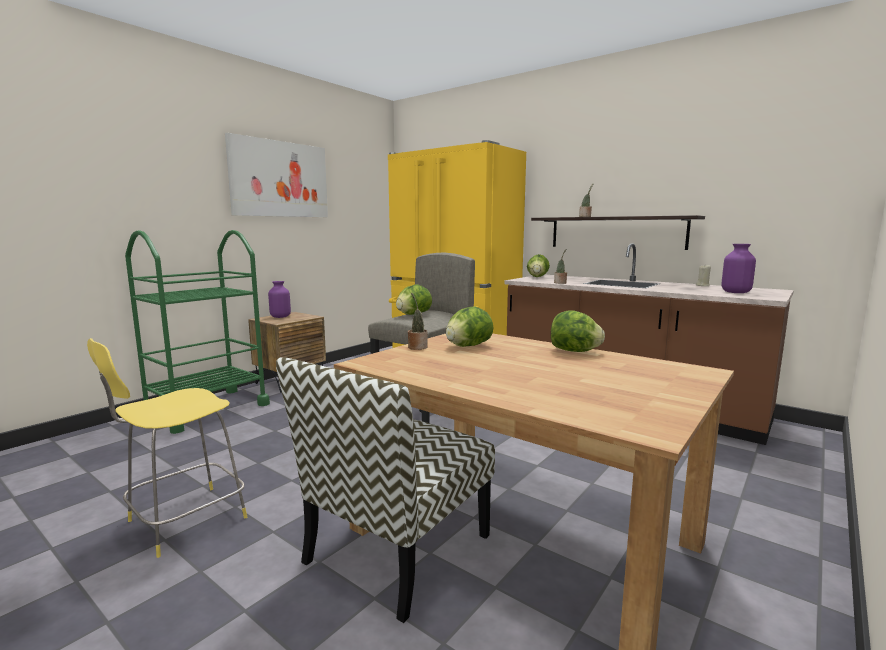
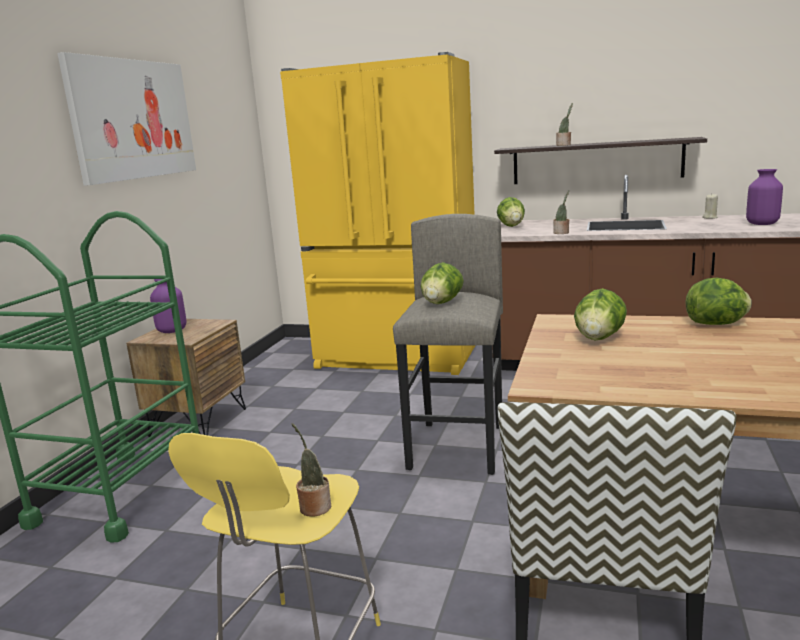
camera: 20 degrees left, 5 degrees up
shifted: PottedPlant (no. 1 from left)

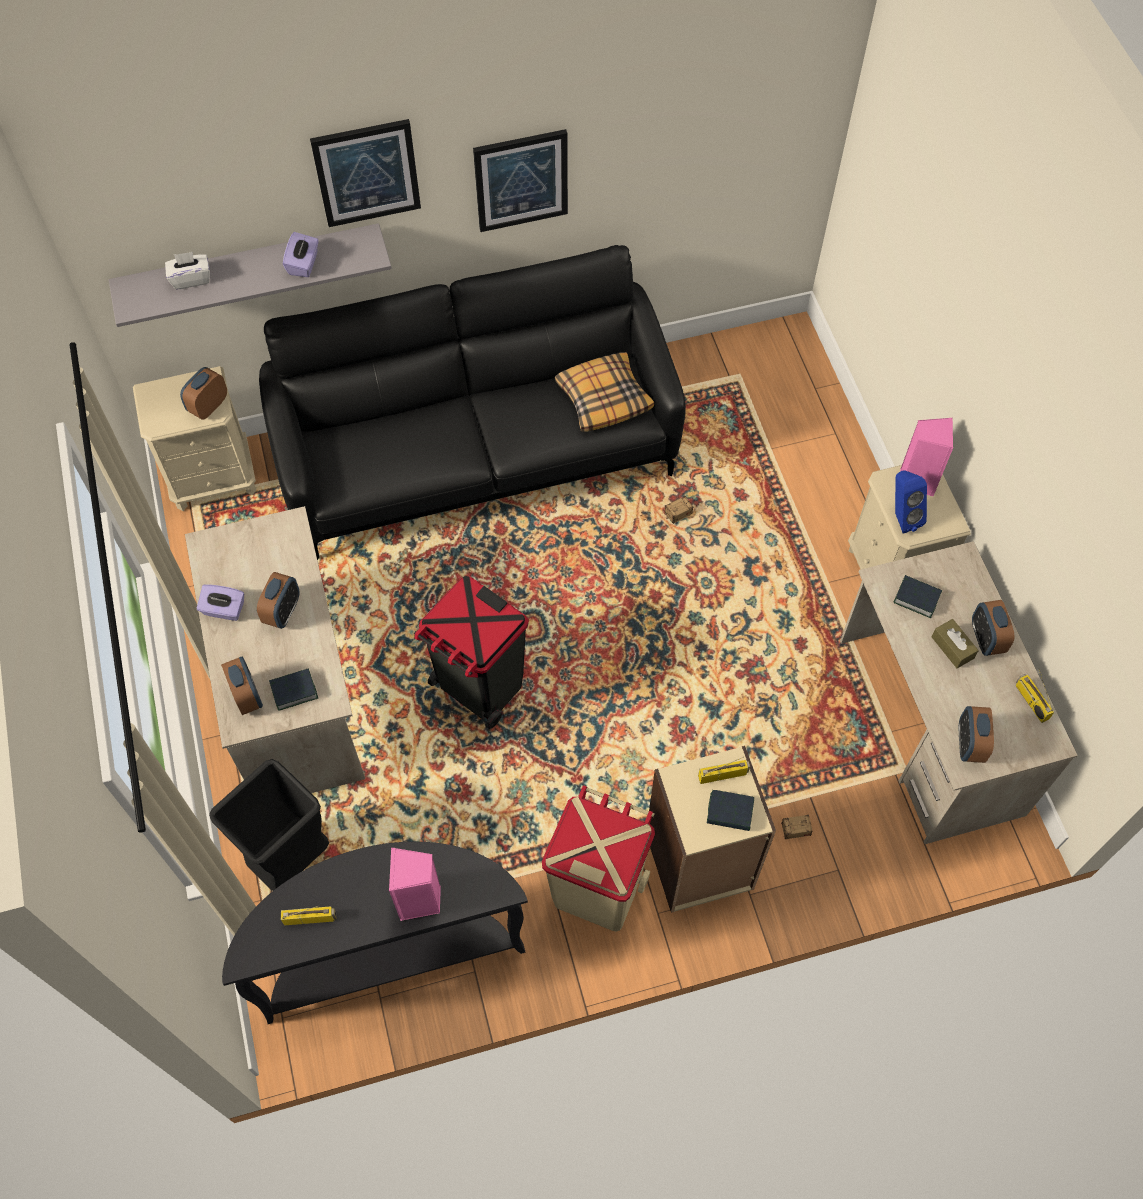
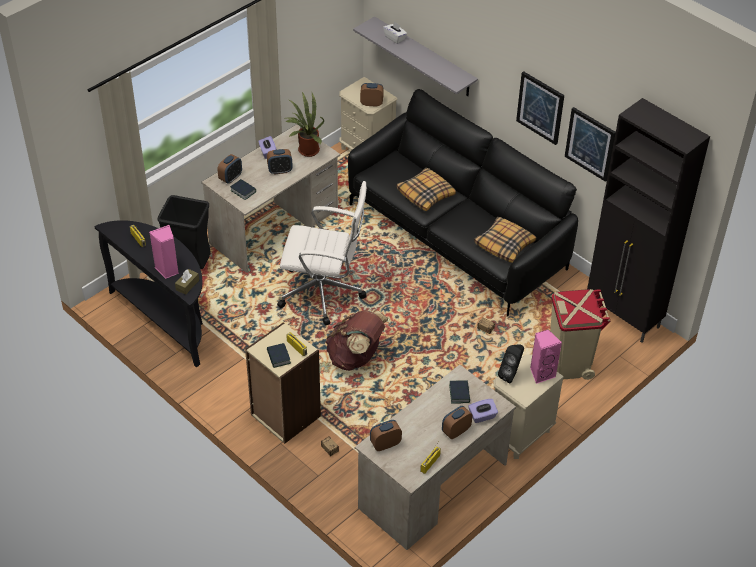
camera: 60 degrees right, 15 degrees down
new: PottedPlant; BlackCabinet; Pillow (no. 1 from left); BrownBackpack
shifted: Picture (no. 1 from left in the first image) to Picture (no. 2 from left); PurpleTissueBox (no. 2 from left); BrownTissueBox; BeigeTrashCan
swapped: BlackTrashCan (no. 2 from left) to WhiteOfficeChair
repainted: BlueSpeaker to BlackSpeaker

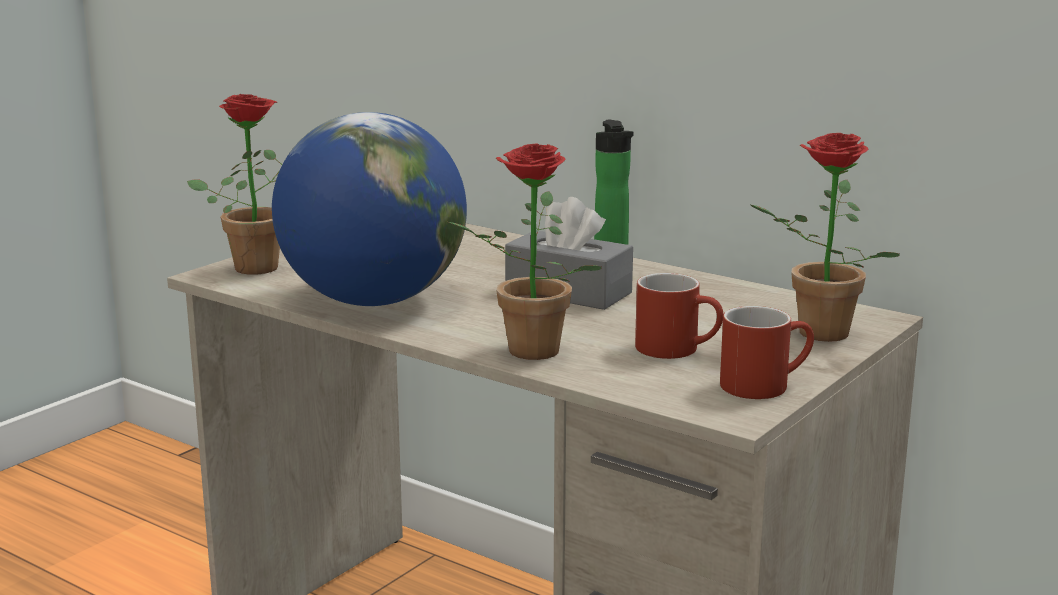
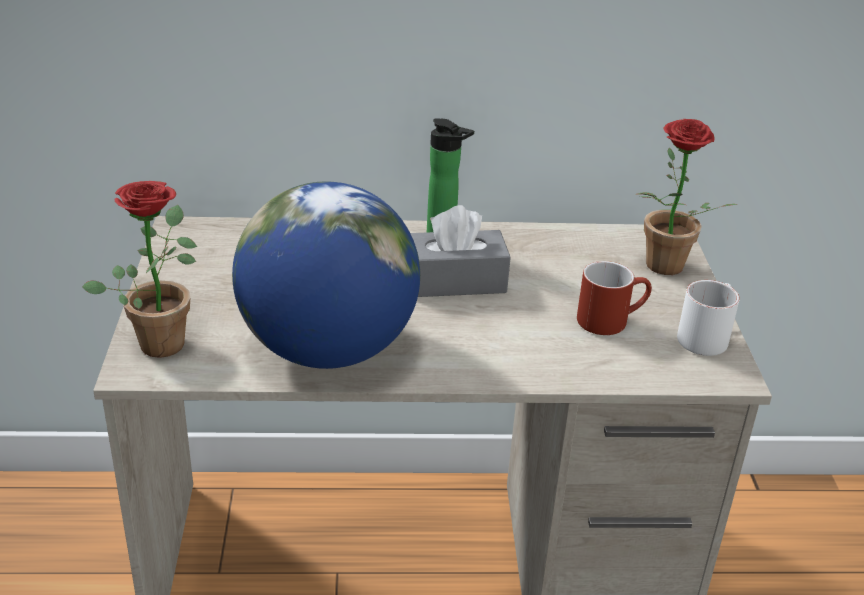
camera: 40 degrees left, 15 degrees up
gone: PottedPlant (no. 2 from left)
repainted: RedMug (no. 2 from left) to WhiteMug

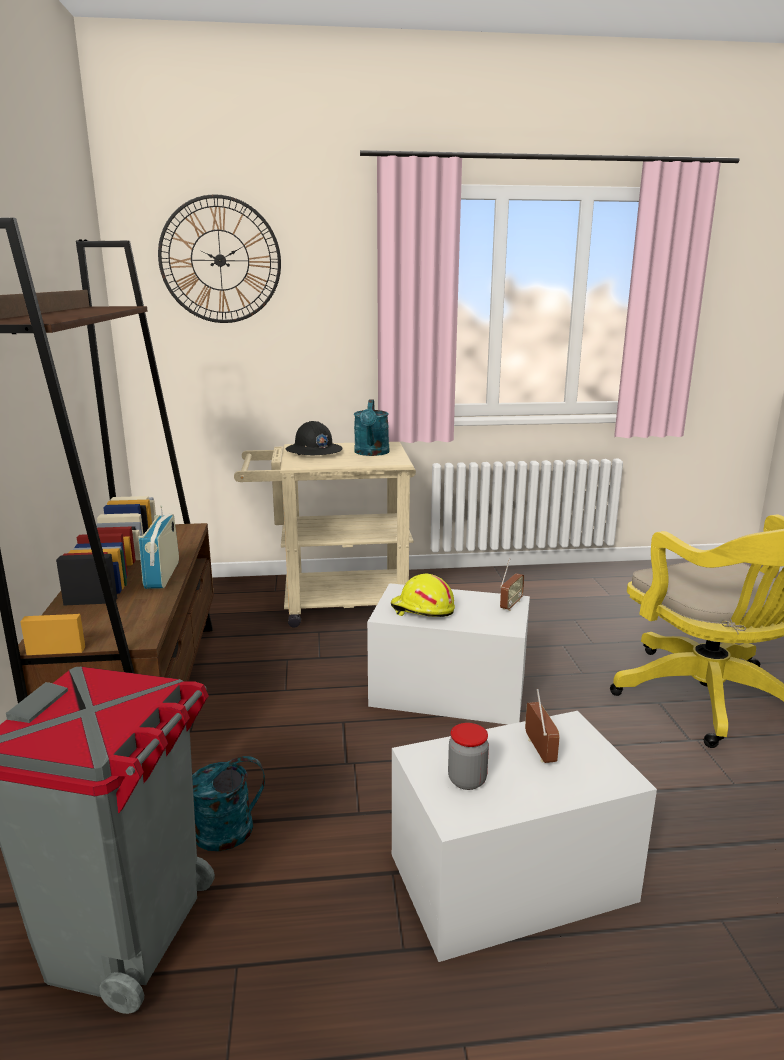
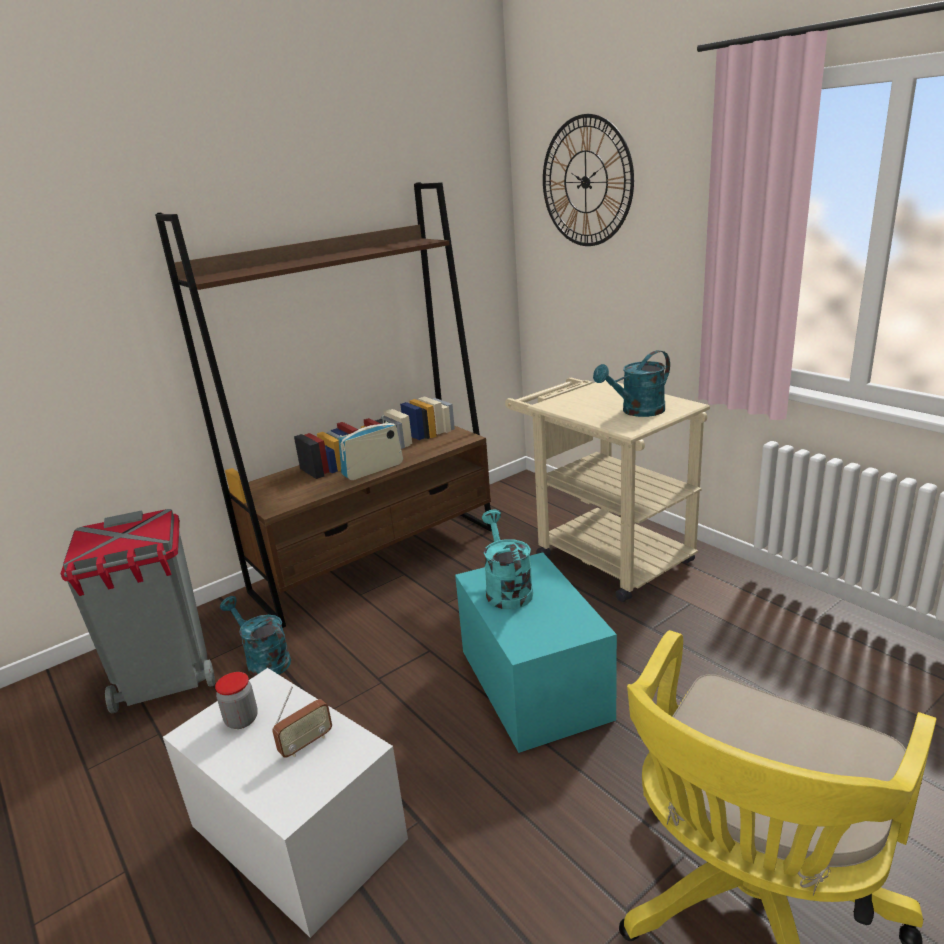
camera: 60 degrees right, 5 degrees up
gone: BlackHardHat; Radio (no. 2 from left)
swapped: YellowHardHat to TurquoiseWateringCan (no. 2 from left)
repainted: WhiteStorageBox (no. 1 from left) to TurquoiseStorageBox

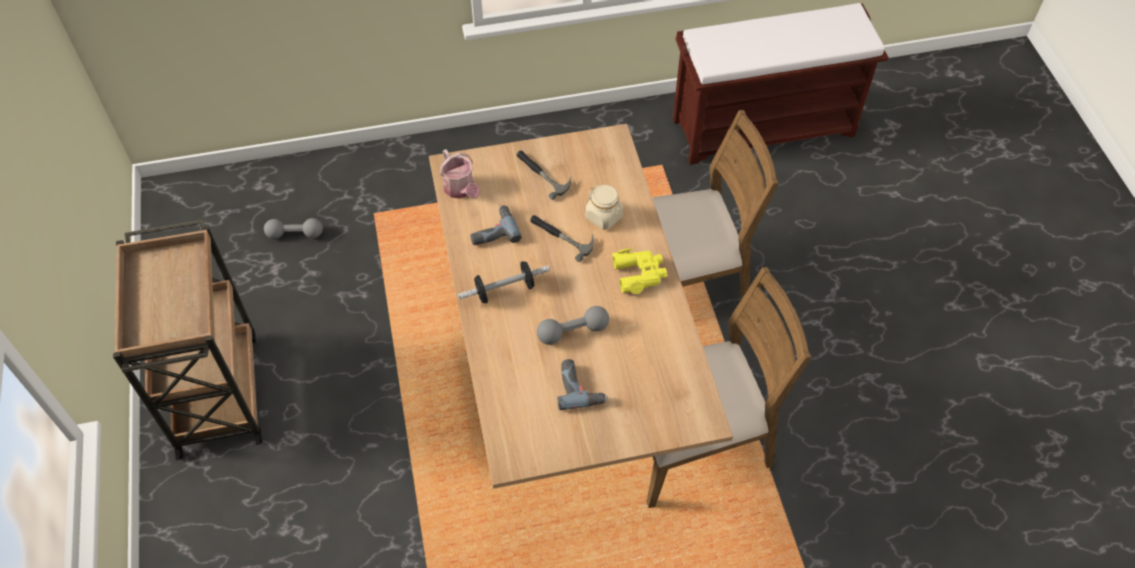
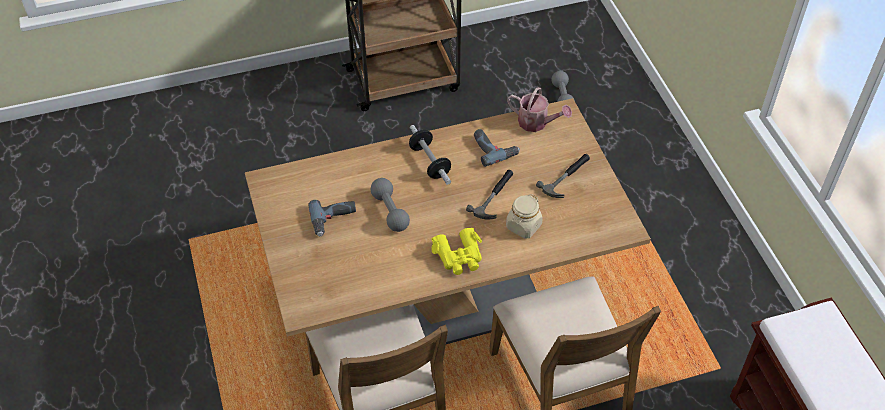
camera: 85 degrees right, 5 degrees down
rotated: WateringCan 120 degrees counterclockwise

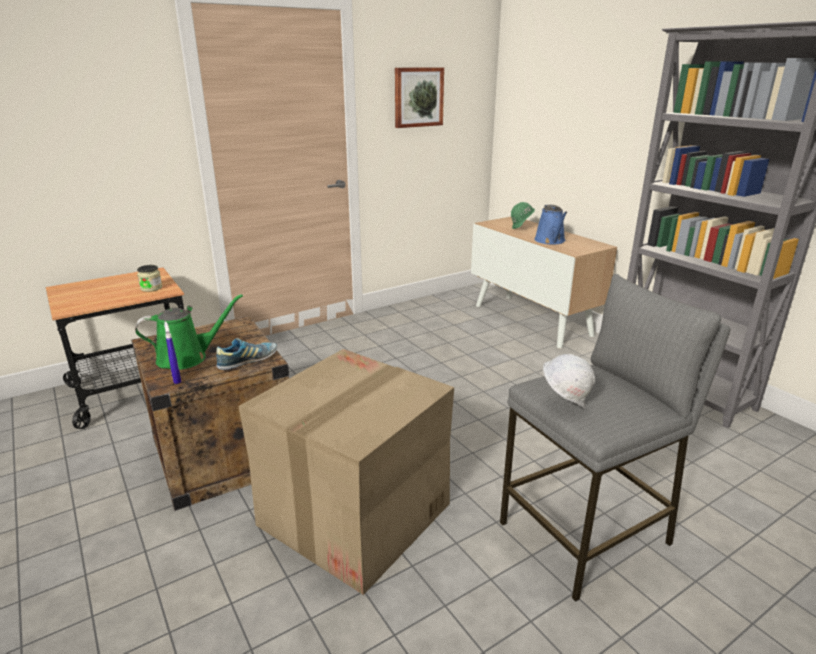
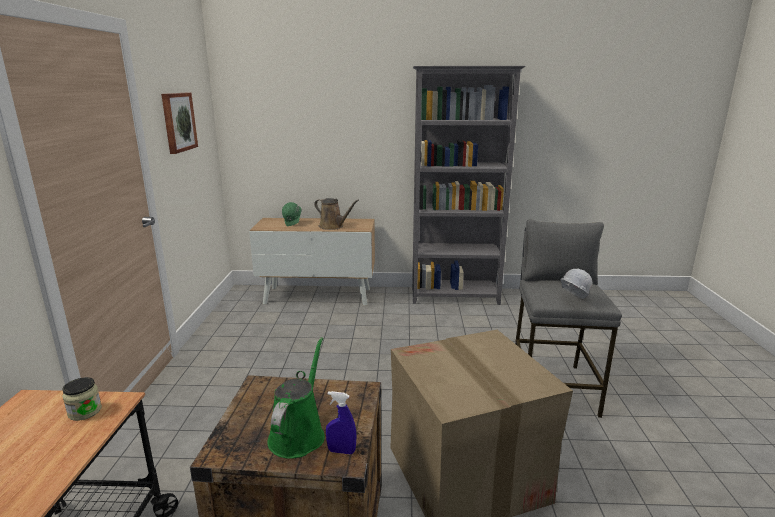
camera: 55 degrees left, 5 degrees down
gone: Shoe
repainted: BlueWateringCan to BrownWateringCan

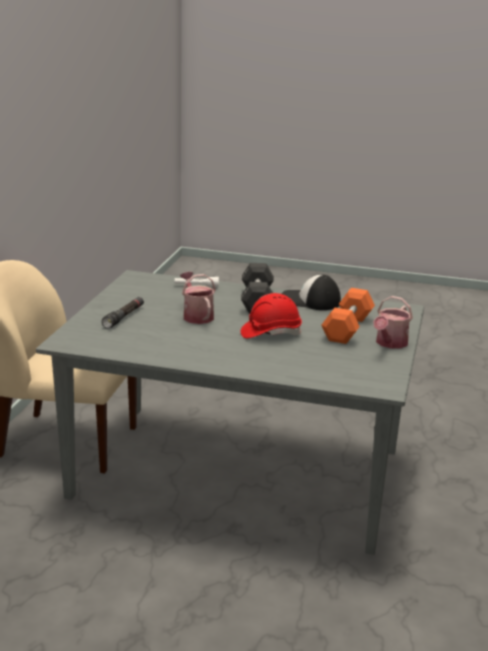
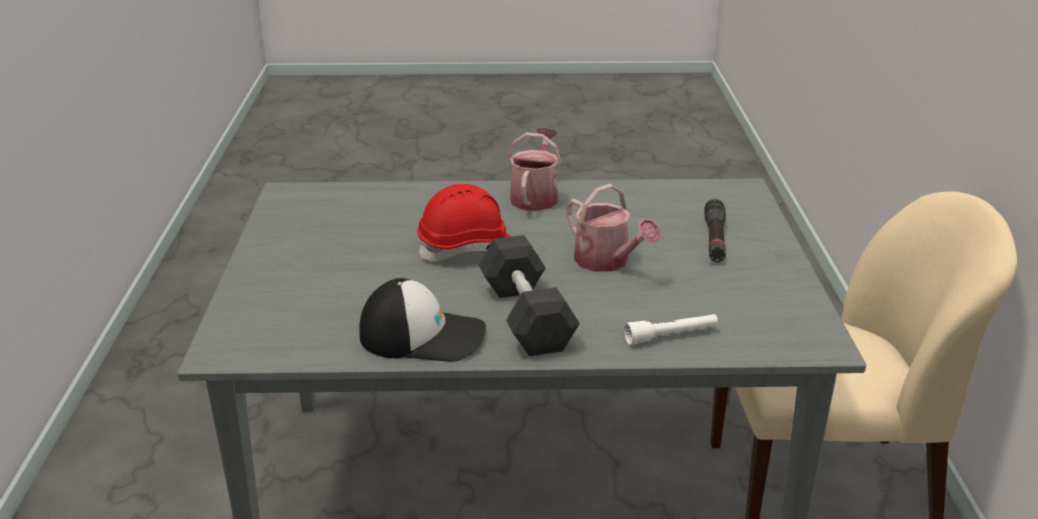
camera: 165 degrees right, 5 degrees up
gone: OrangeDumbbell
shifted: WateringCan (no. 2 from left in the first image) to WateringCan (no. 1 from left)

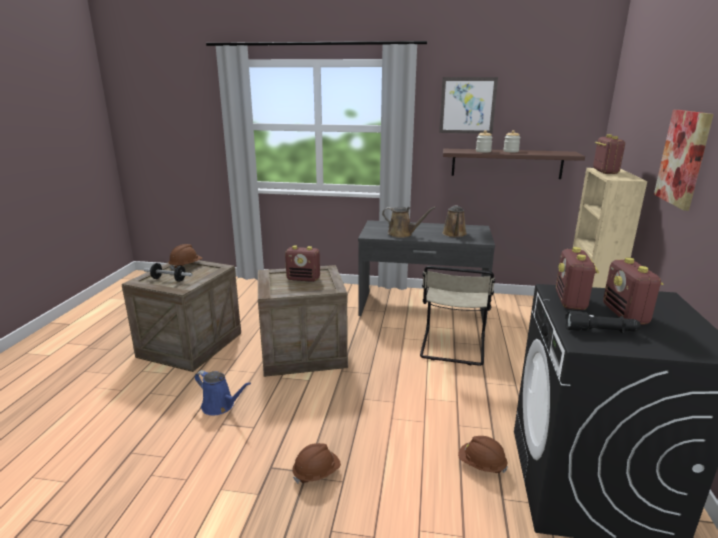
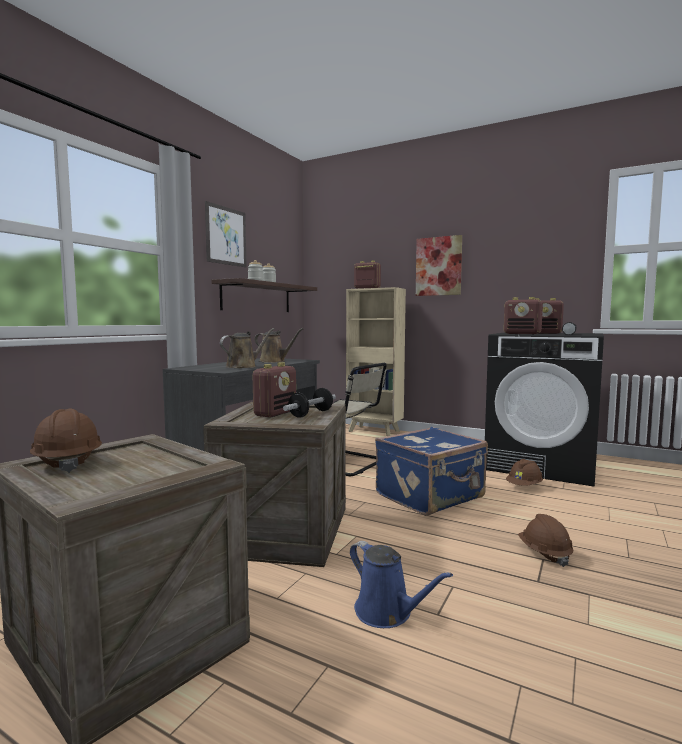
camera: 70 degrees left, 15 degrees down
new: BlueSuitcase
shifted: Dumbbell
rotated: BlueWateringCan 90 degrees clockwise

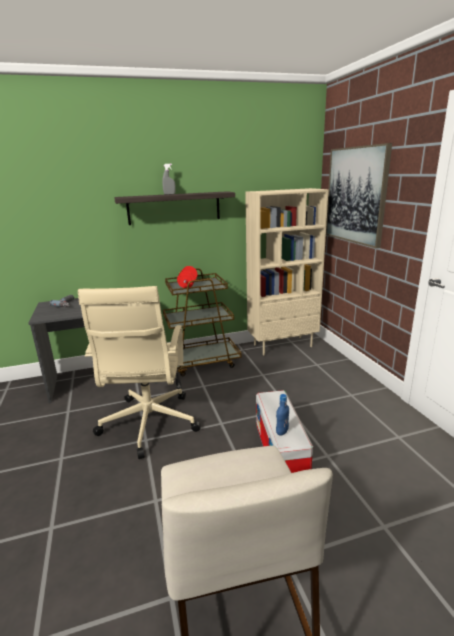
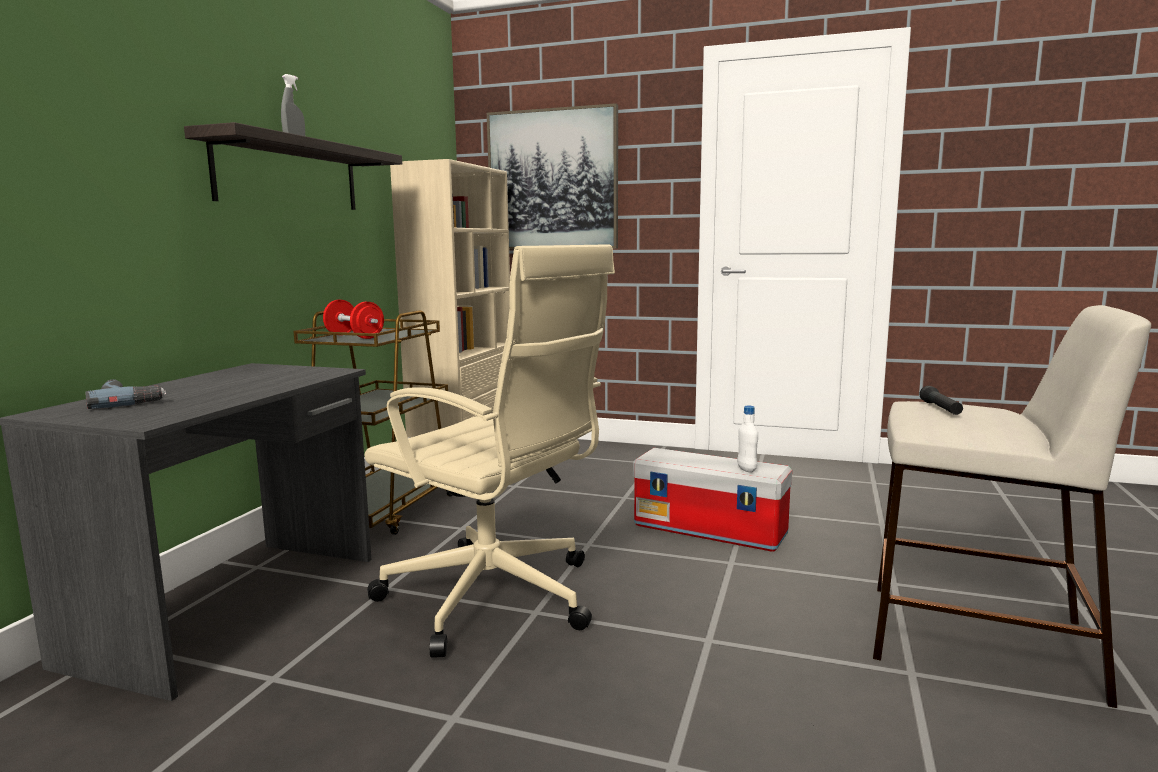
camera: 55 degrees left, 10 degrees down
new: BlackFlashlight
repainted: BlueBottle to WhiteBottle

